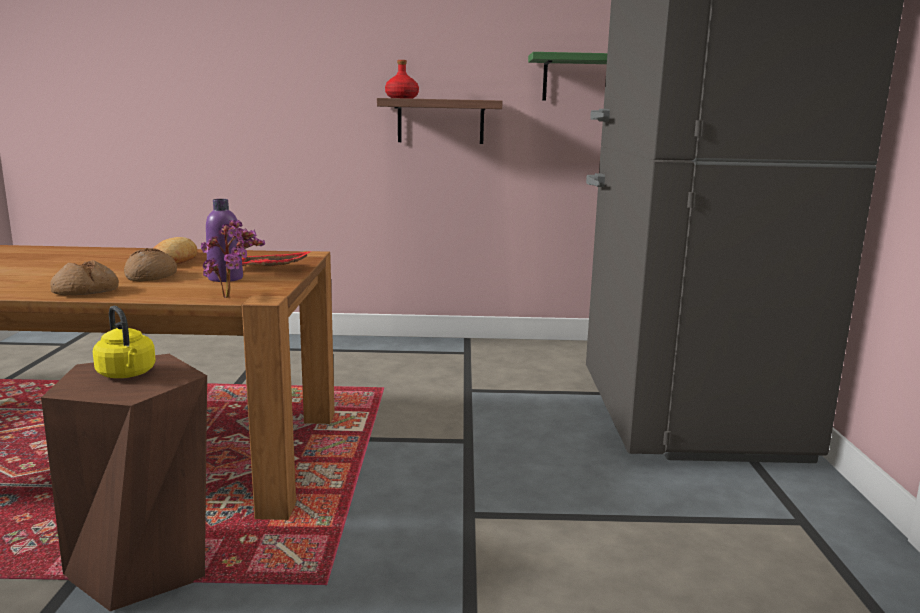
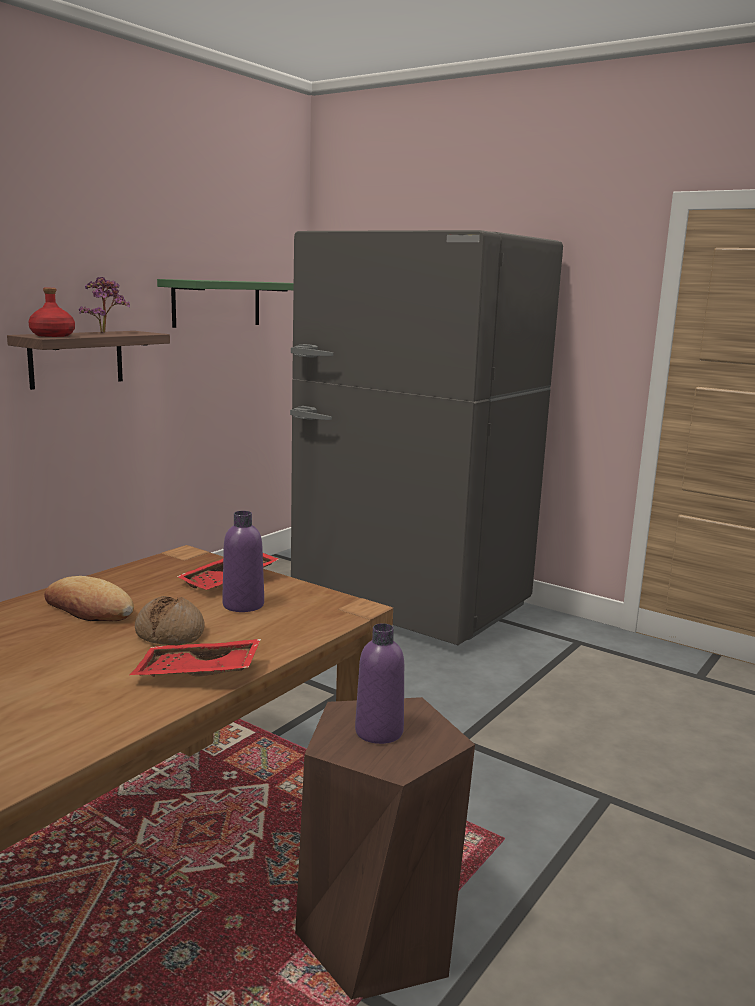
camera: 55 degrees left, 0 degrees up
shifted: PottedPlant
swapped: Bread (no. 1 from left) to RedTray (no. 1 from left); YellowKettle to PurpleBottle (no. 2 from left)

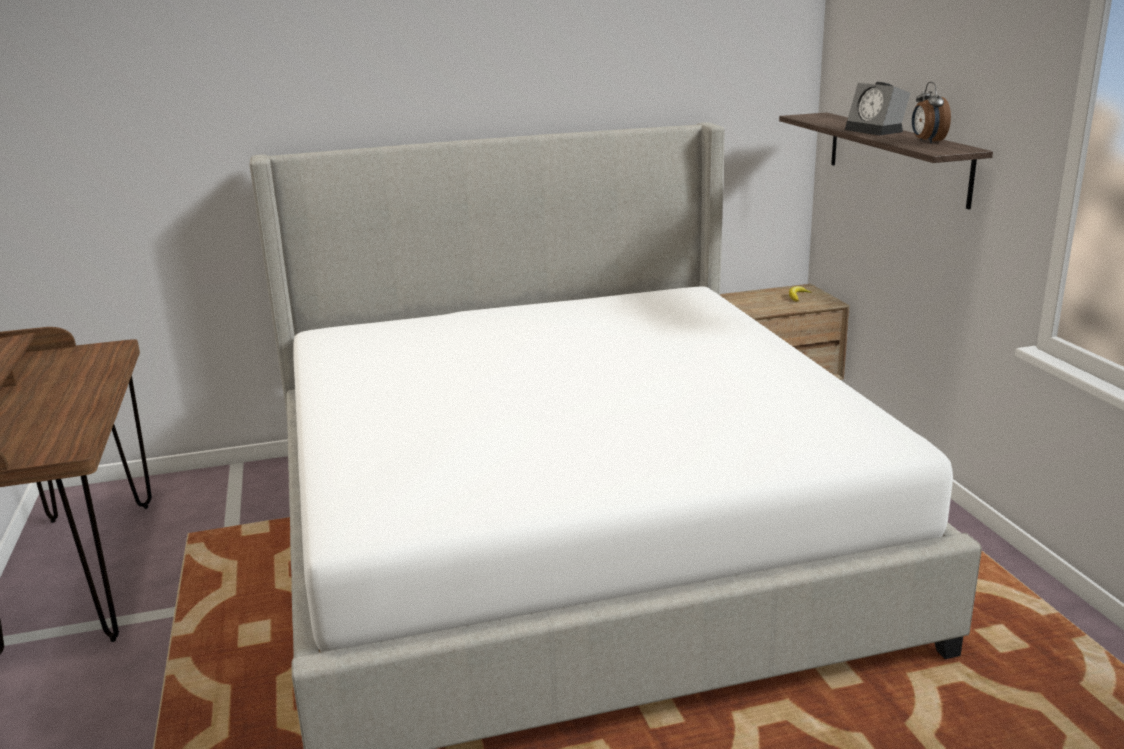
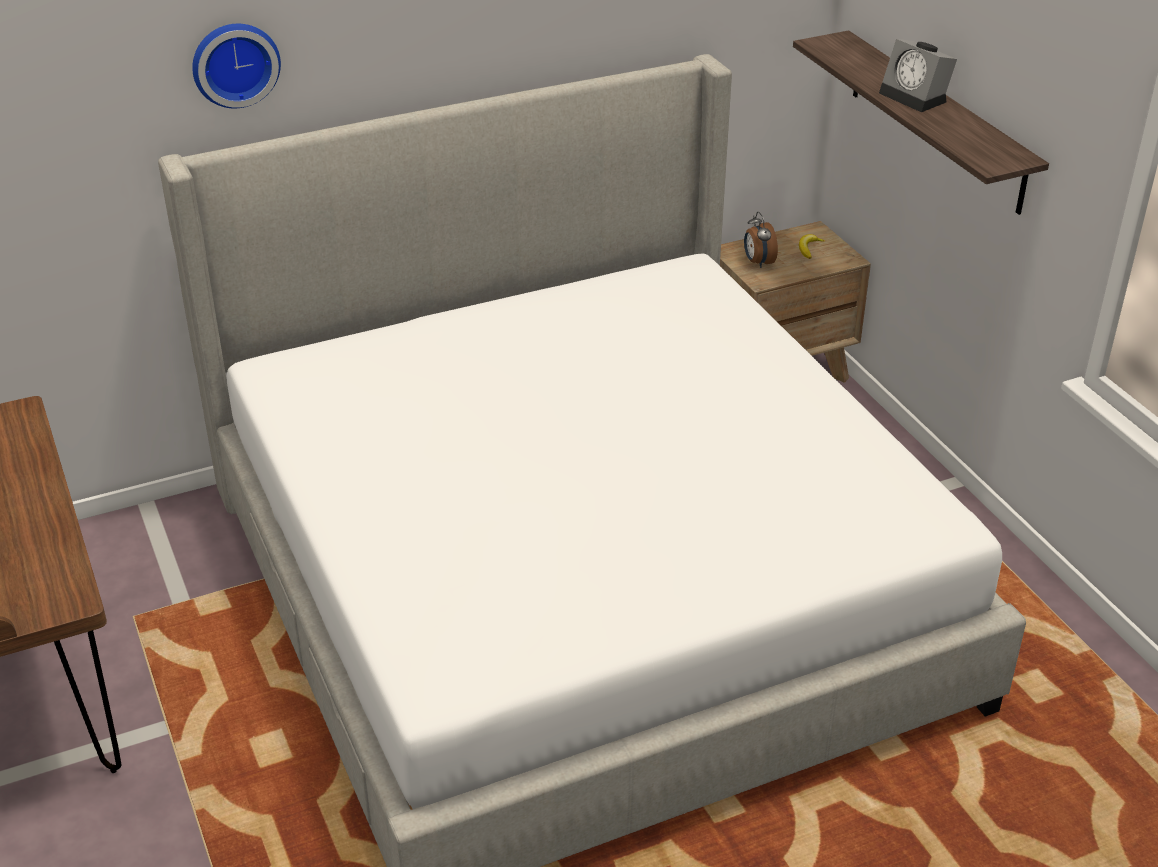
camera: 10 degrees left, 15 degrees up
new: WallClock
shifted: AlarmClock (no. 2 from left in the first image) to AlarmClock (no. 1 from left)

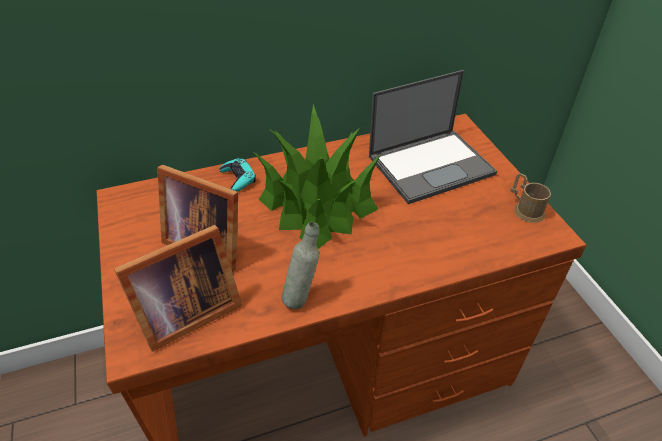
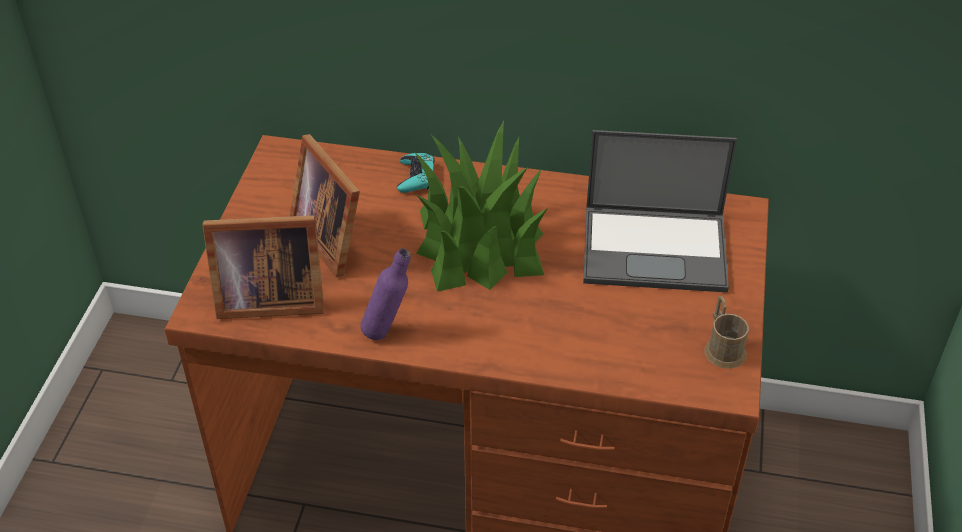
camera: 30 degrees right, 0 degrees up
repainted: GreyBottle to PurpleBottle

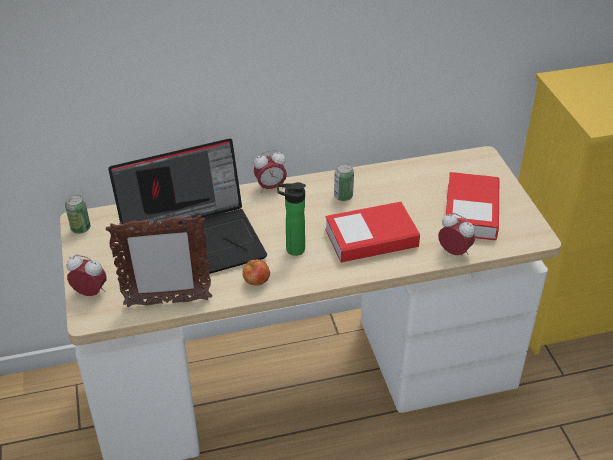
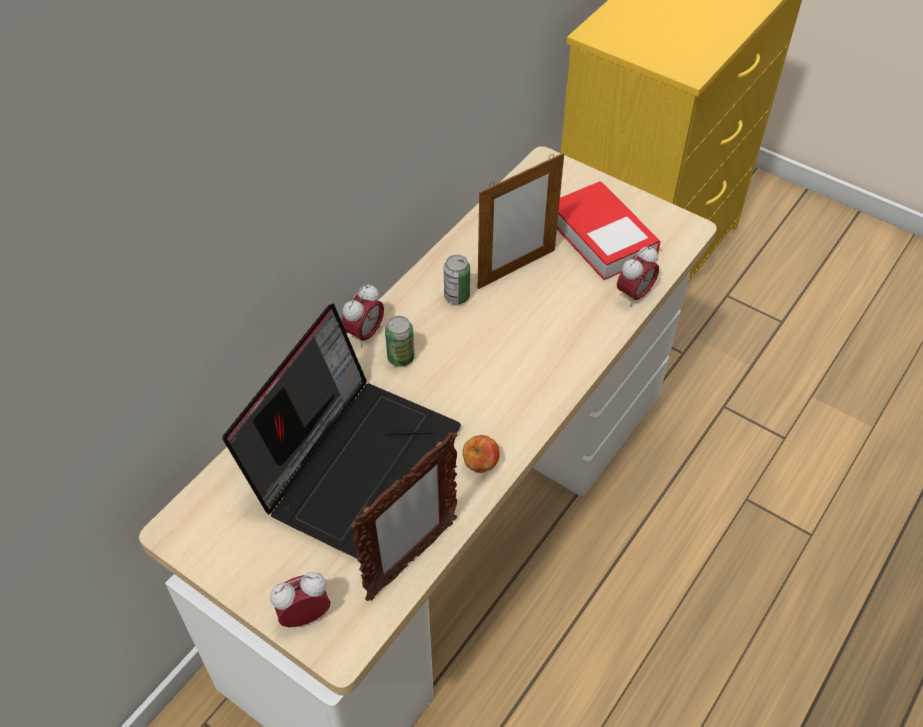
camera: 40 degrees left, 10 degrees up
gone: Bottle; Book (no. 1 from left)
new: PictureFrame (no. 2 from left)
shifted: Can (no. 1 from left)
rotated: AlarmClock (no. 3 from left) 135 degrees clockwise

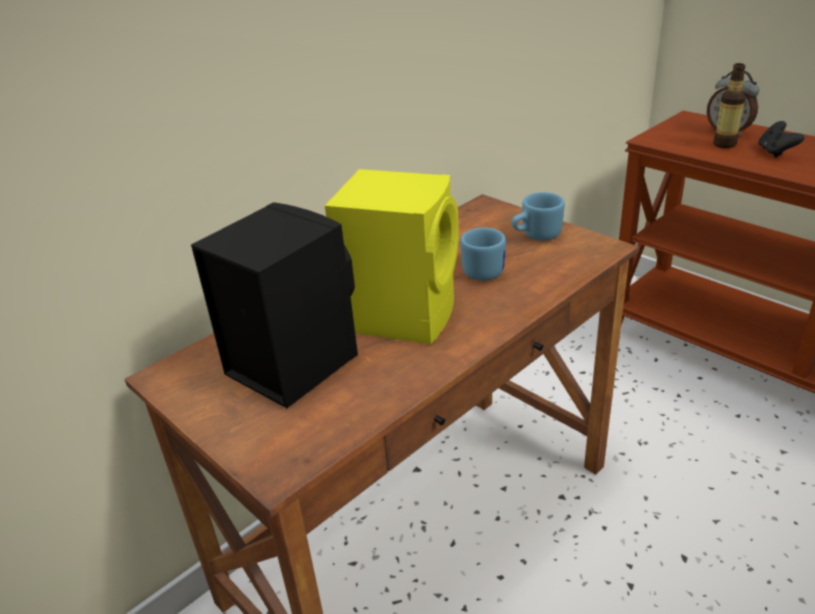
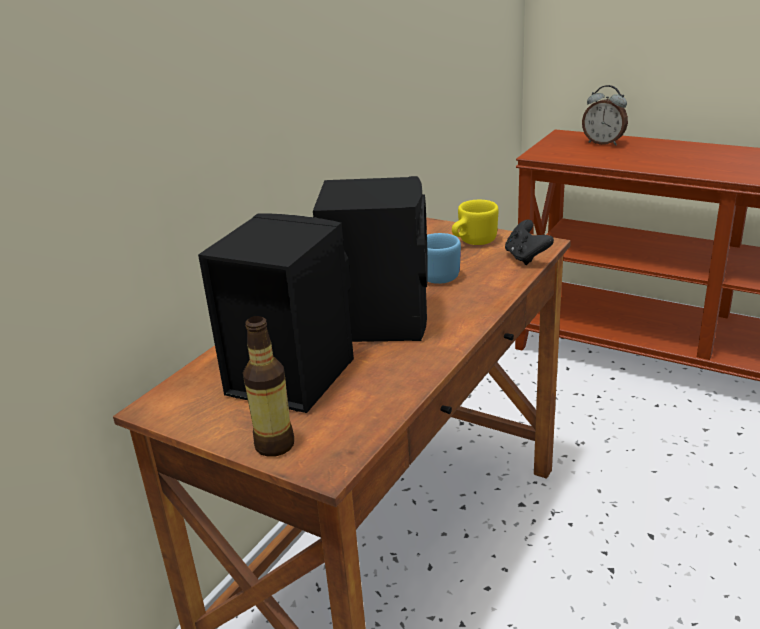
camera: 15 degrees left, 5 degrees down
shifted: Bottle; BlackGameController
repainted: YellowSpeaker to BlackSpeaker (no. 2 from left); BlueMug (no. 2 from left) to YellowMug

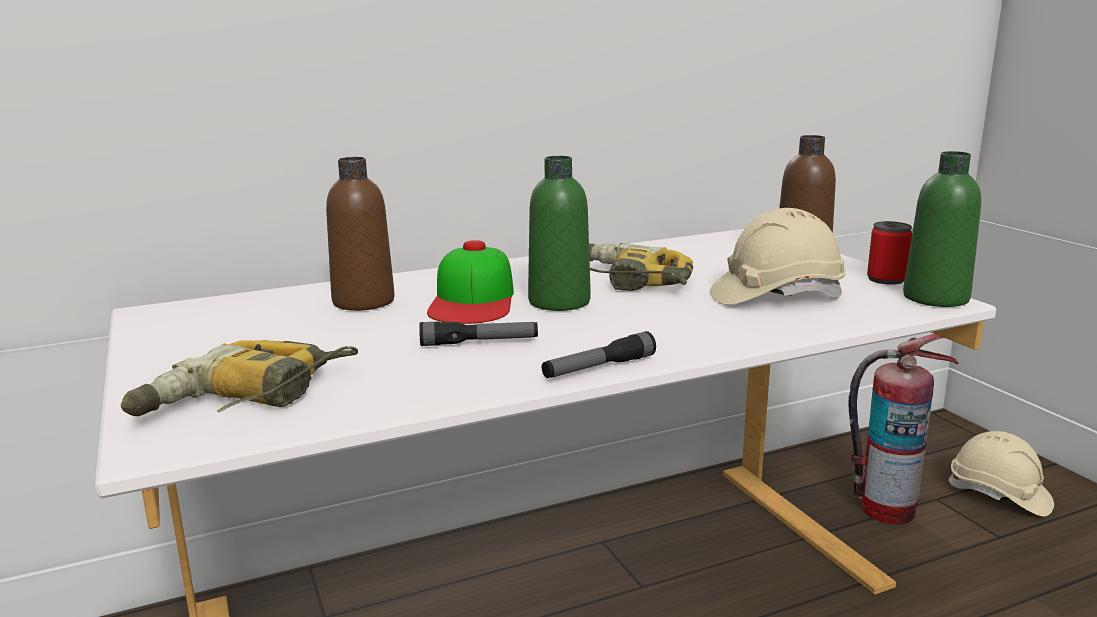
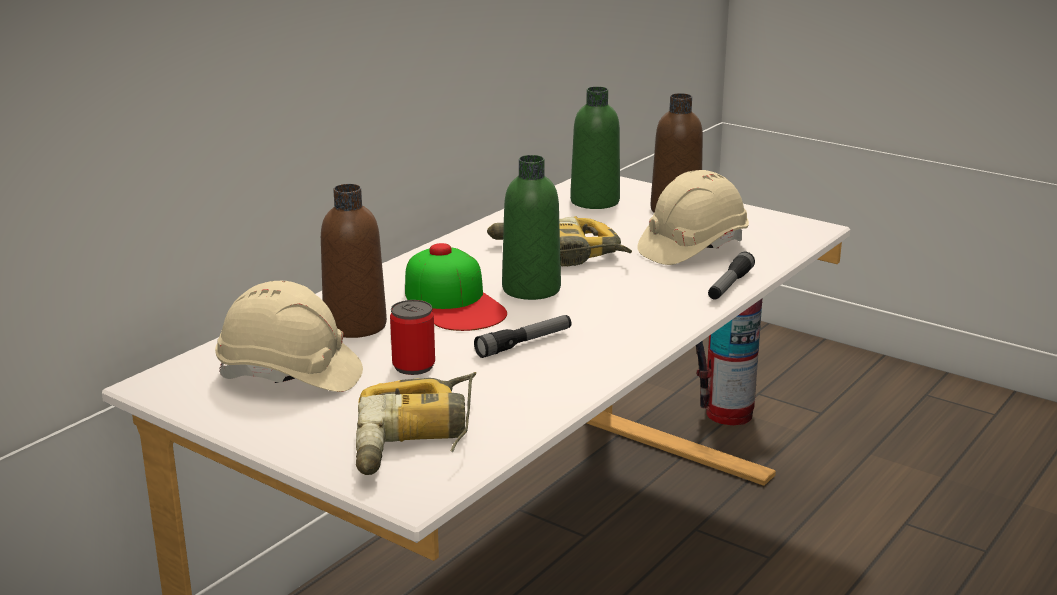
camera: 30 degrees left, 5 degrees up
shifted: GreenBottle (no. 2 from left); Can; Flashlight (no. 2 from left); BeigeHardHat (no. 2 from left in the first image) to BeigeHardHat (no. 1 from left)

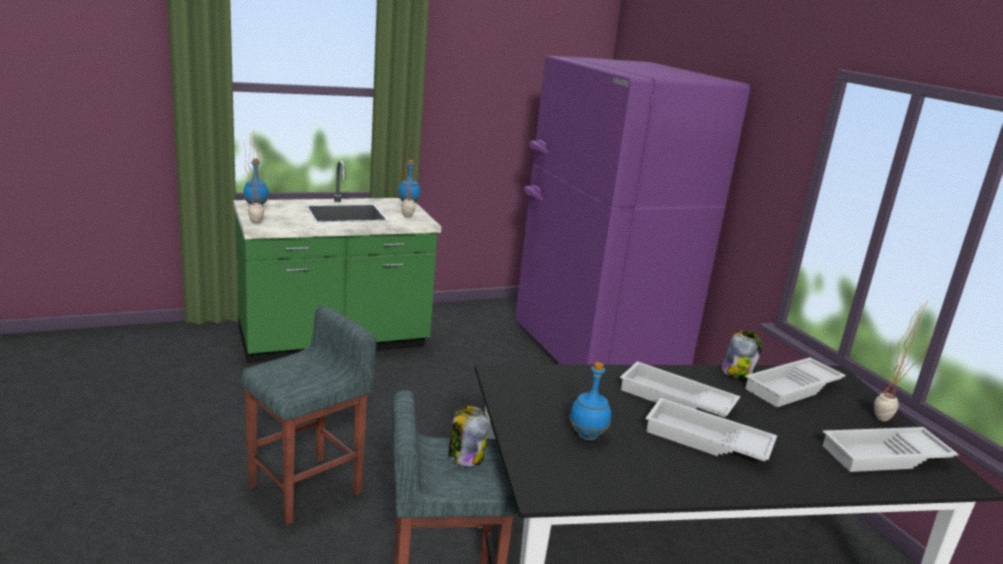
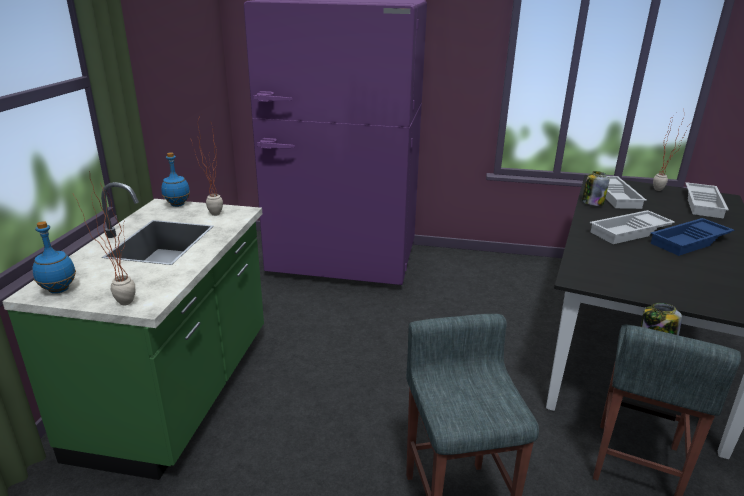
camera: 55 degrees left, 5 degrees up
gone: BlueBottle (no. 3 from left)
repainted: WhiteTray (no. 2 from left) to BlueTray

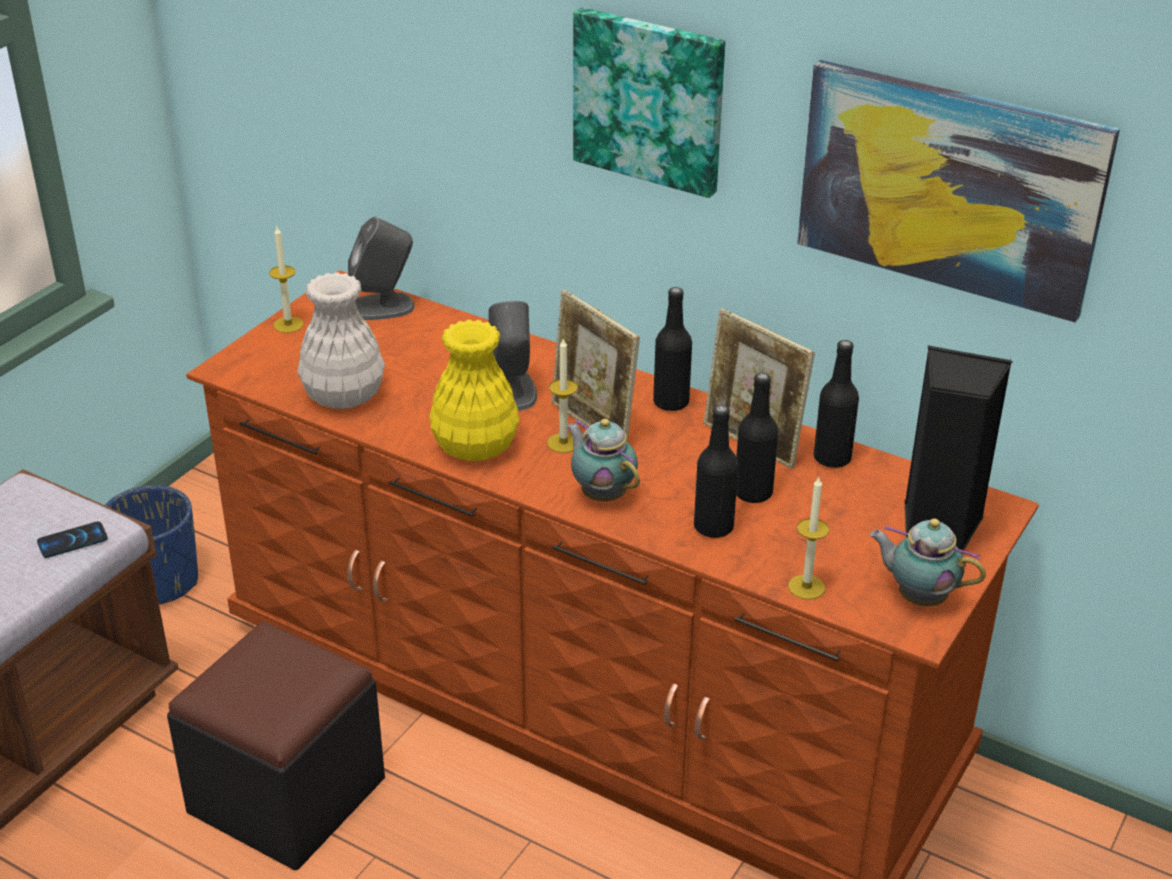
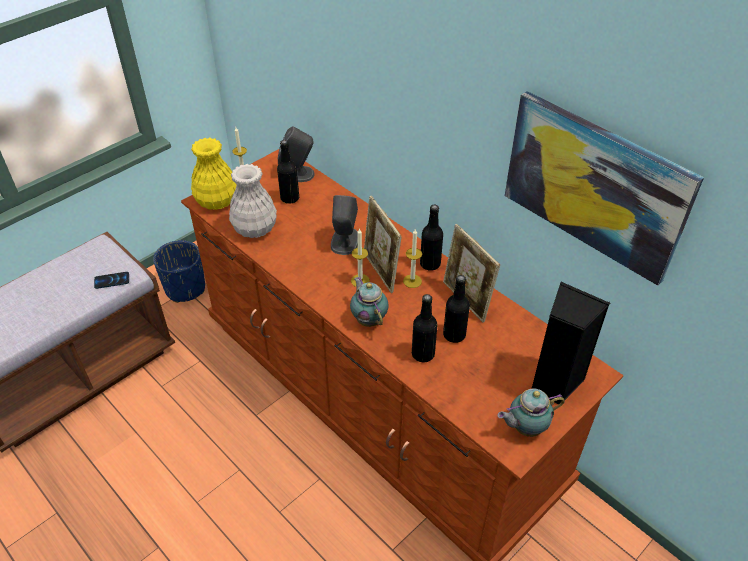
camera: 15 degrees right, 10 degrees up
gone: Picture (no. 1 from left); BlackOttoman
shifted: YellowVase; BlackBottle (no. 4 from left in the first image) to BlackBottle (no. 1 from left); Candle (no. 3 from left)
rotated: Teapot (no. 2 from left) 60 degrees counterclockwise

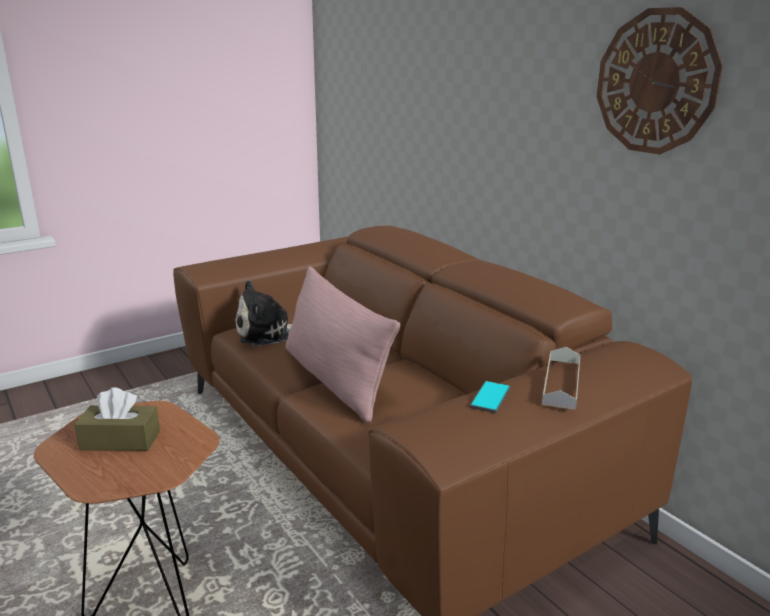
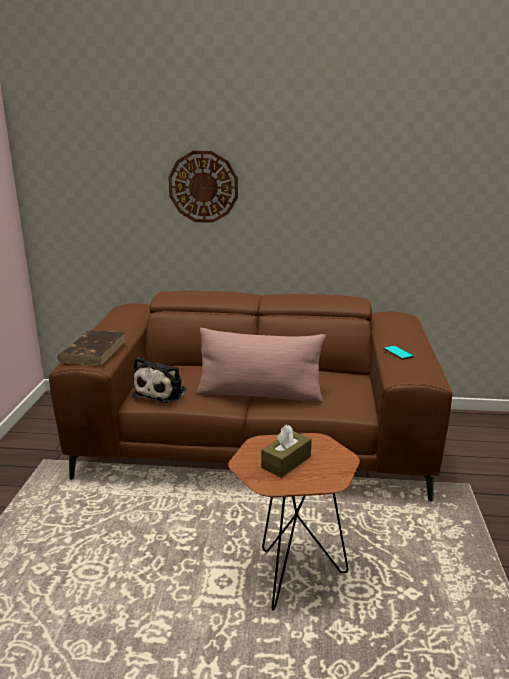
camera: 50 degrees left, 0 degrees up
gone: GreyTray
new: BrownBook
shifted: WallClock

